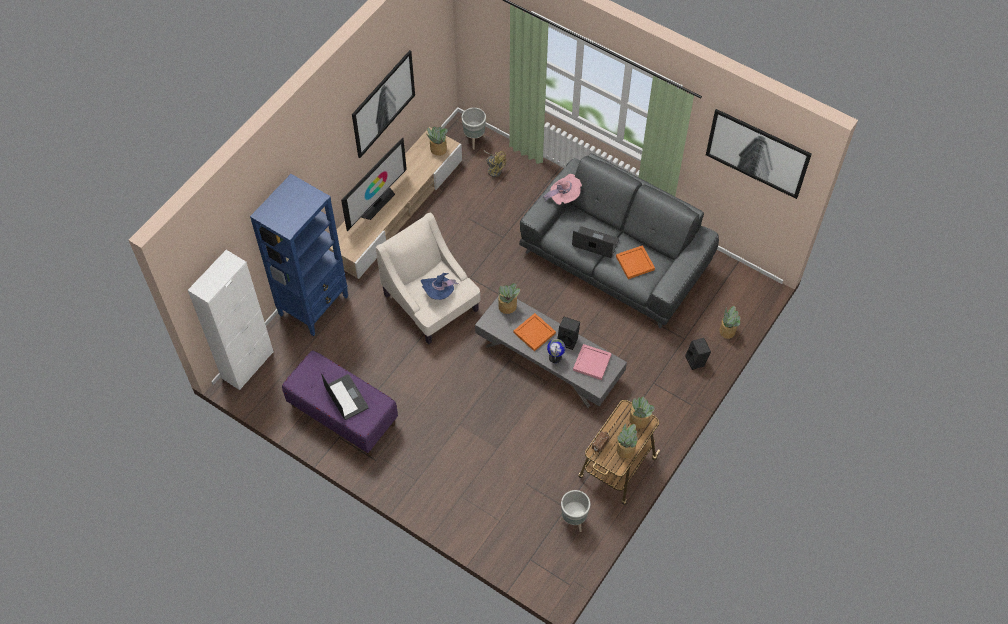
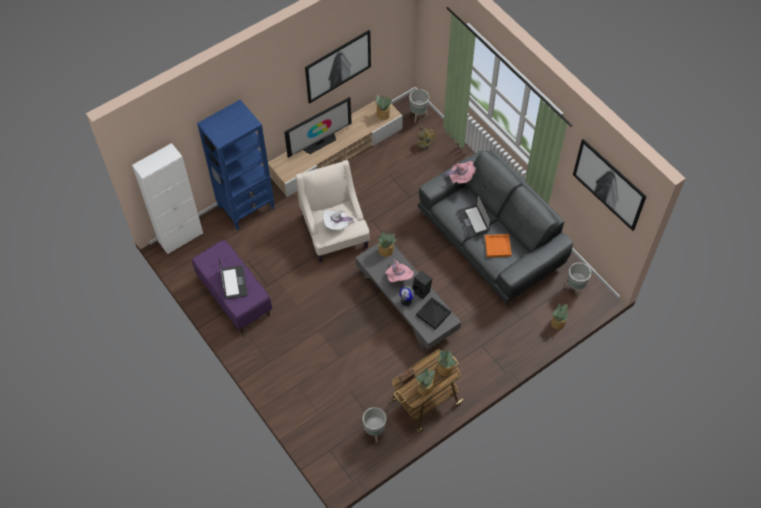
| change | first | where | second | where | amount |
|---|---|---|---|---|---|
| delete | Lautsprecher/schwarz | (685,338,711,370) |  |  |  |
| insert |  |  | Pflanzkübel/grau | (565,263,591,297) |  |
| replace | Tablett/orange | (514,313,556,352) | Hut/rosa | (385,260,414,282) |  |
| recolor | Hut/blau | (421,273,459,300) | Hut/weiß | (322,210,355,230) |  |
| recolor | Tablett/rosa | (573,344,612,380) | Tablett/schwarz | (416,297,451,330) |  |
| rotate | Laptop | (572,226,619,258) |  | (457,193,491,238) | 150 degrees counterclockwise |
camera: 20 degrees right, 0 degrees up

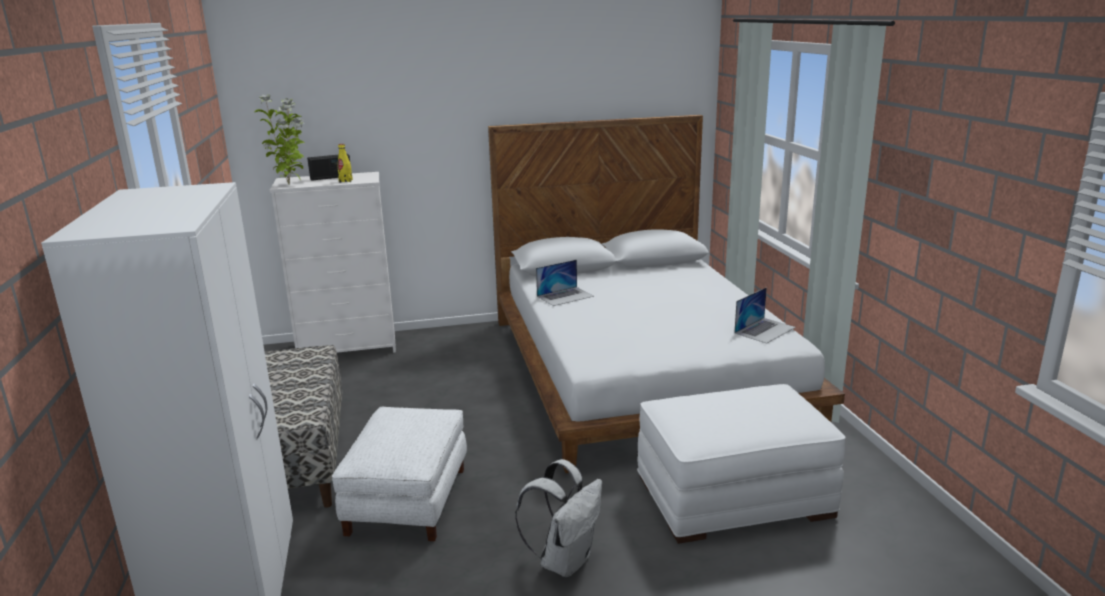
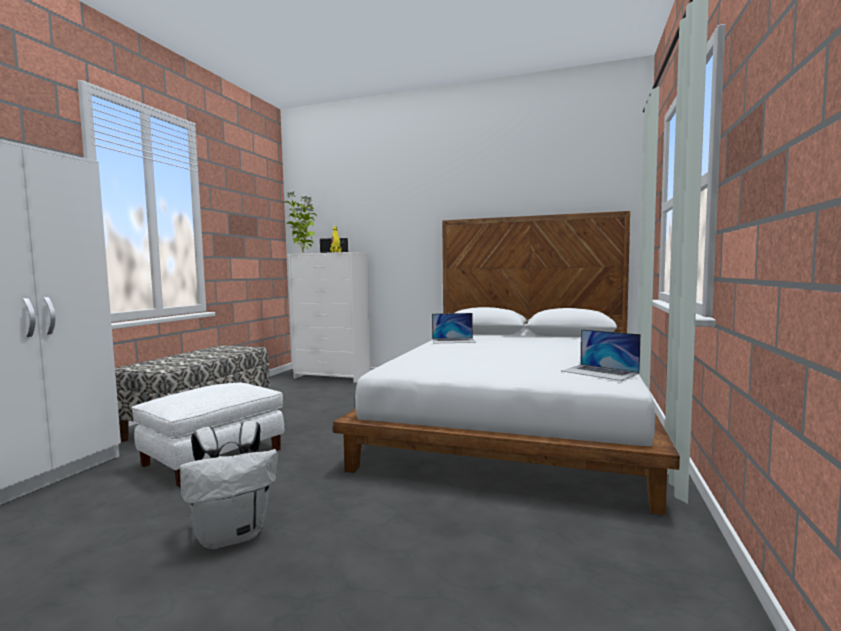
| change | first | where | second | where | amount |
|---|---|---|---|---|---|
| delete | Polsterhocker/weiß | (637,384,846,544) |  |  |  |
| rotate | Laptop | (734,287,796,344) |  | (561,329,641,381) | 60 degrees clockwise |
camera: 30 degrees right, 15 degrees down

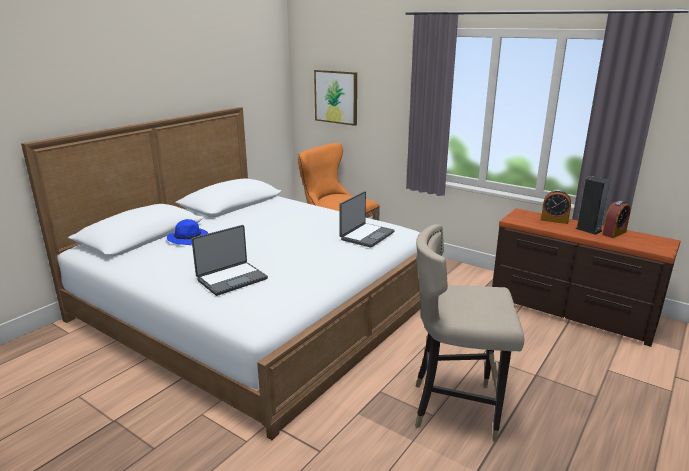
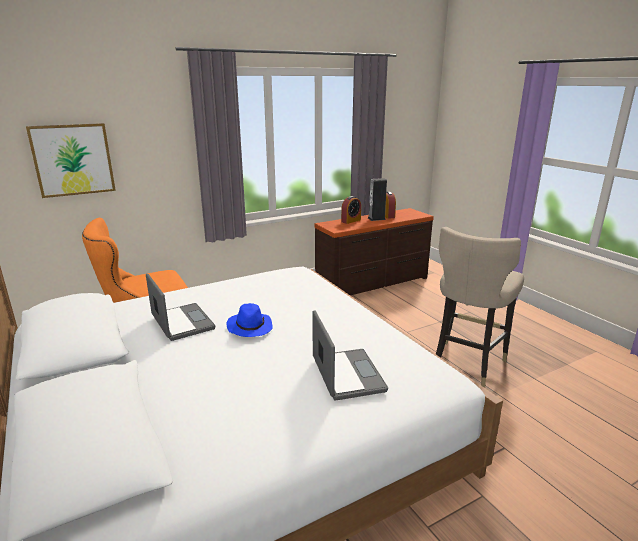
| change | first | where | second | where | amount |
|---|---|---|---|---|---|
| move | Hut/blau | (167,219,208,245) |  | (227,303,273,337) |  |
| move | Laptop | (339,191,395,248) |  | (146,274,215,341) |  |
camera: 65 degrees left, 0 degrees up

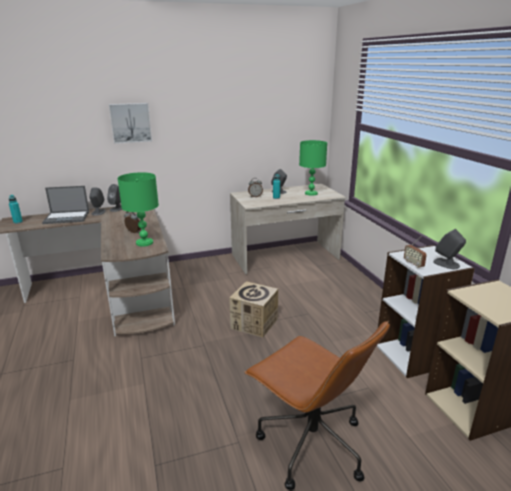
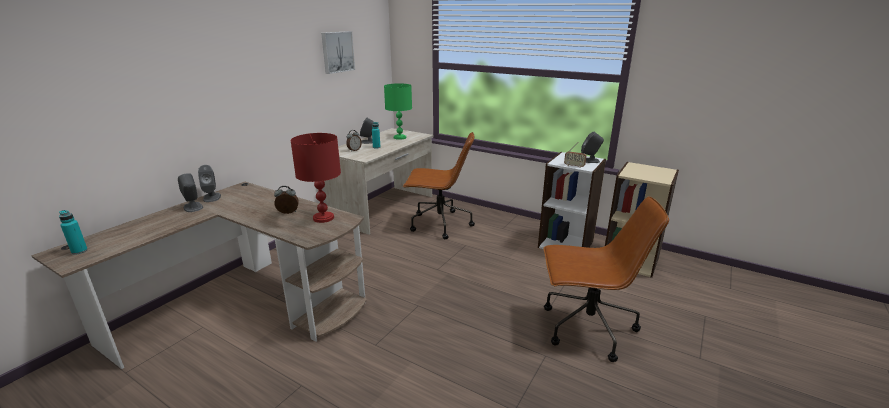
| change | first | where | second | where | amount |
|---|---|---|---|---|---|
| delete | Laptop | (42,186,89,224) |  |  |  |
| delete | Karton | (229,281,278,338) |  |  |  |
| insert |  |  | Bürostuhl/braun | (403,132,475,239) |  |
| move | Bild | (109,103,152,144) |  | (321,31,355,74) |  |
| recolor | Tischlampe/grün | (118,172,159,247) | Tischlampe/rot | (291,133,341,223) |  |
camera: 40 degrees left, 0 degrees up

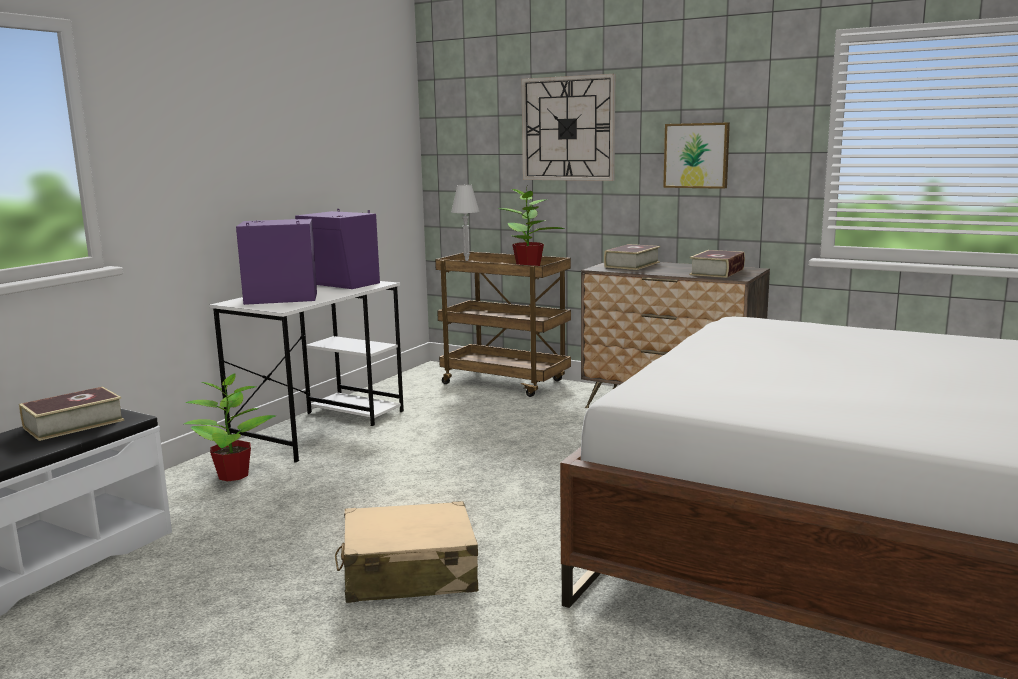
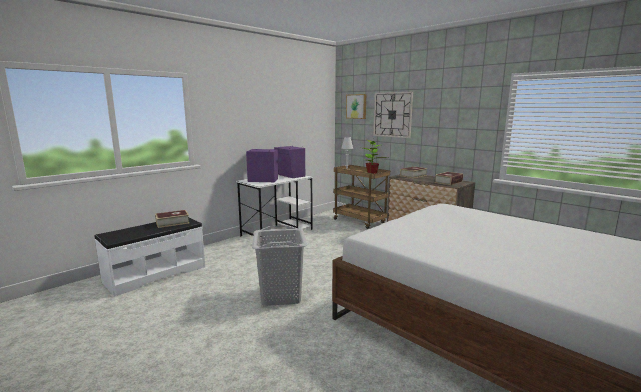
| change | first | where | second | where | amount |
|---|---|---|---|---|---|
| delete | Topfpflanze | (184,373,276,481) |  |  |  |
| move | Bild | (663,123,730,189) |  | (346,94,366,119) |  |
| replace | Koffer/beige | (335,501,478,603) | Wäschekorb/grau | (252,225,307,306) |  |
camera: 15 degrees right, 0 degrees up

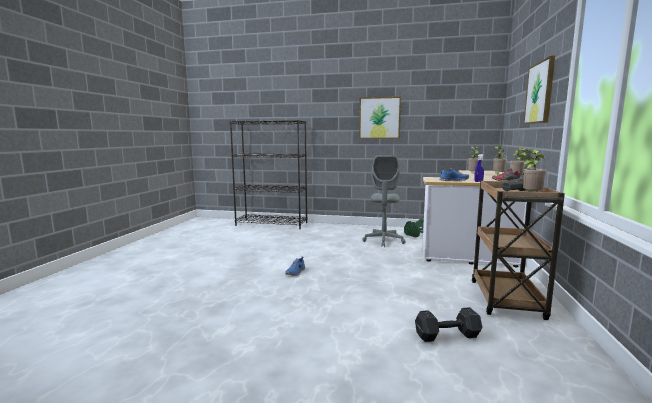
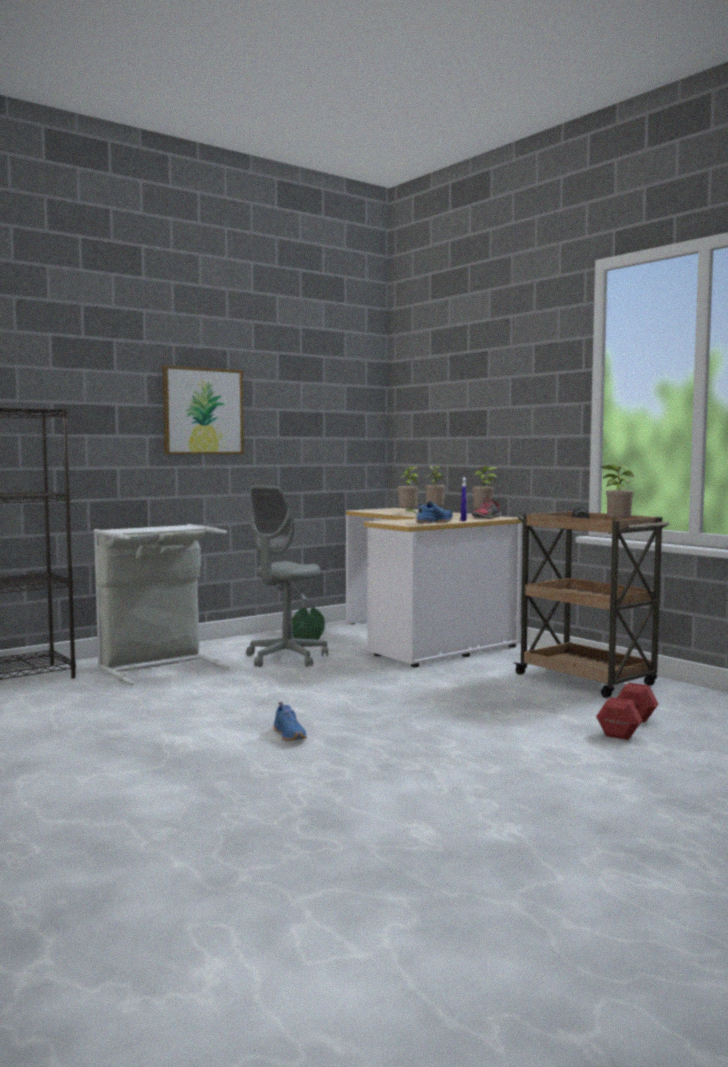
| change | first | where | second | where | amount |
|---|---|---|---|---|---|
| delete | Bild | (523,55,555,124) |  |  |  |
| insert |  |  | Wäschekorb/grau | (94,524,230,685) |  |
| recolor | Hantel/schwarz | (415,307,483,342) | Hantel/rot | (596,683,658,740) |  |
| rotate | Bürostuhl/grau | (363,155,406,247) |  | (246,485,328,667) | 75 degrees clockwise |
camera: 50 degrees left, 5 degrees down

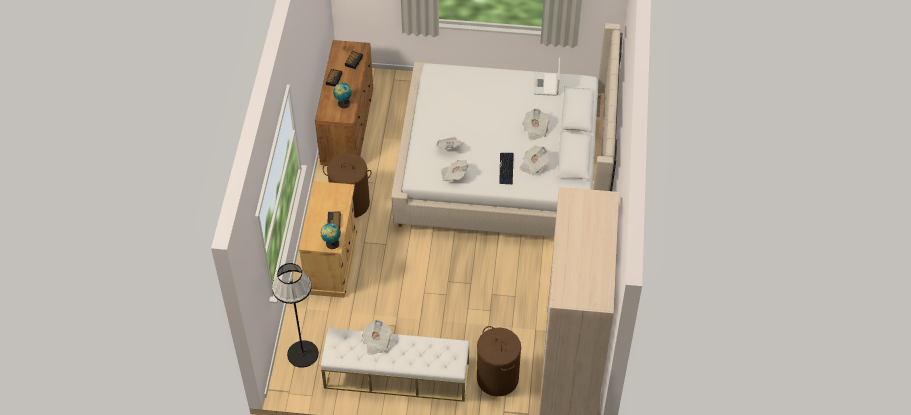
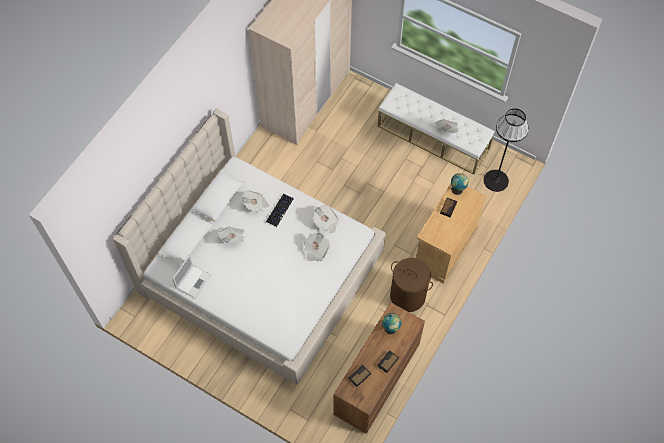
| change | first | where | second | where | amount |
|---|---|---|---|---|---|
| delete | Wäschekorb/braun | (477,326,521,396) |  |  |  |
camera: 155 degrees left, 10 degrees up

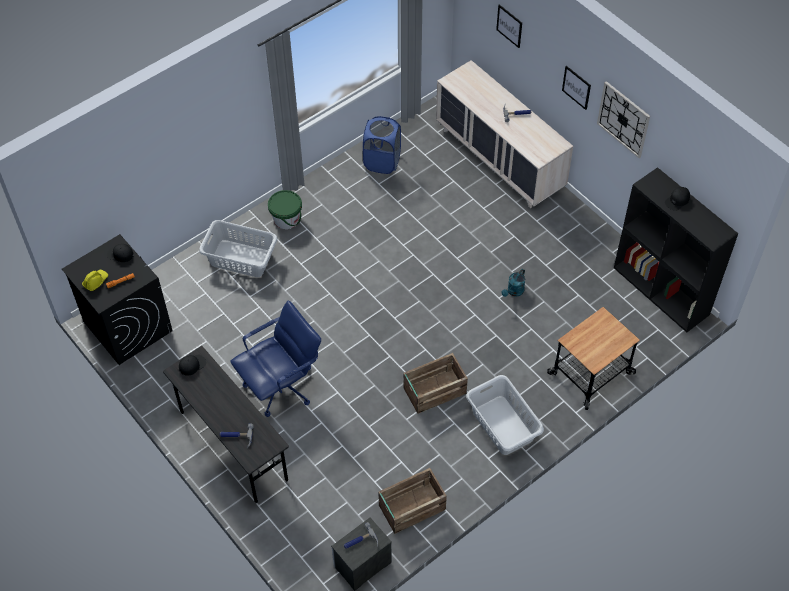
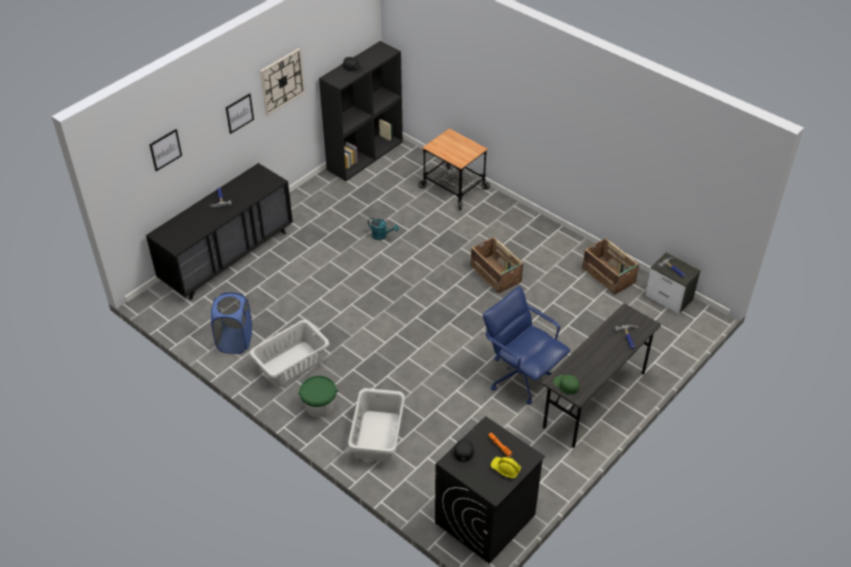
| change | first | where | second | where | amount |
|---|---|---|---|---|---|
| move | Wäschekorb/grau | (466,375,544,455) |  | (250,320,329,387) |  |
| recolor | Kappe/schwarz | (179,355,206,376) | Kappe/grün | (553,375,580,395) |  |
| recolor | Kommode/beige | (436,60,573,208) | Kommode/schwarz | (146,163,293,300) |  |
camera: 100 degrees left, 10 degrees down

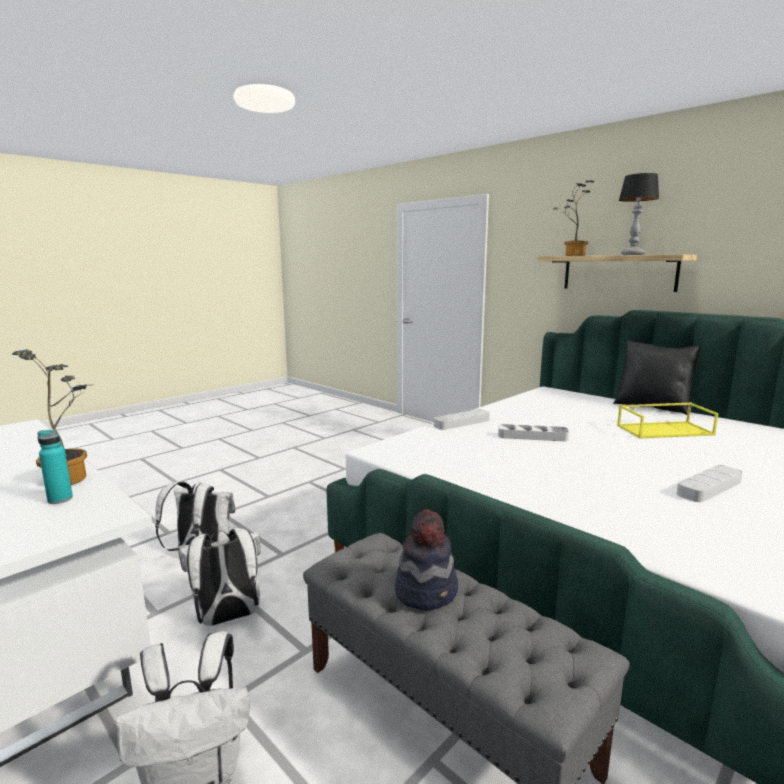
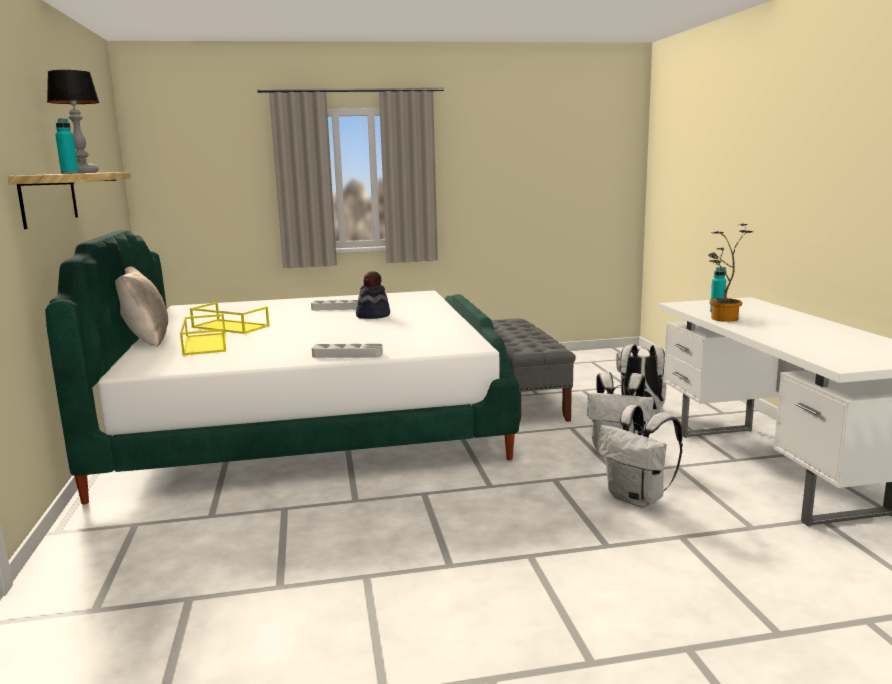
| change | first | where | second | where | amount |
|---|---|---|---|---|---|
| delete | Tablett/grau | (498,424,569,441) |  |  |  |
| insert |  |  | Tablett/gelb | (180,314,226,356) |  |
| move | Hut | (395,509,458,611) |  | (356,271,390,319) |  |
| replace | Topfpflanze | (552,180,595,256) | Flasche/türkis | (55,118,79,174) |  |
| recolor | Kissen/schwarz | (613,340,701,415) | Kissen/beige | (115,266,168,347) |  |
camera: 145 degrees left, 0 degrees up

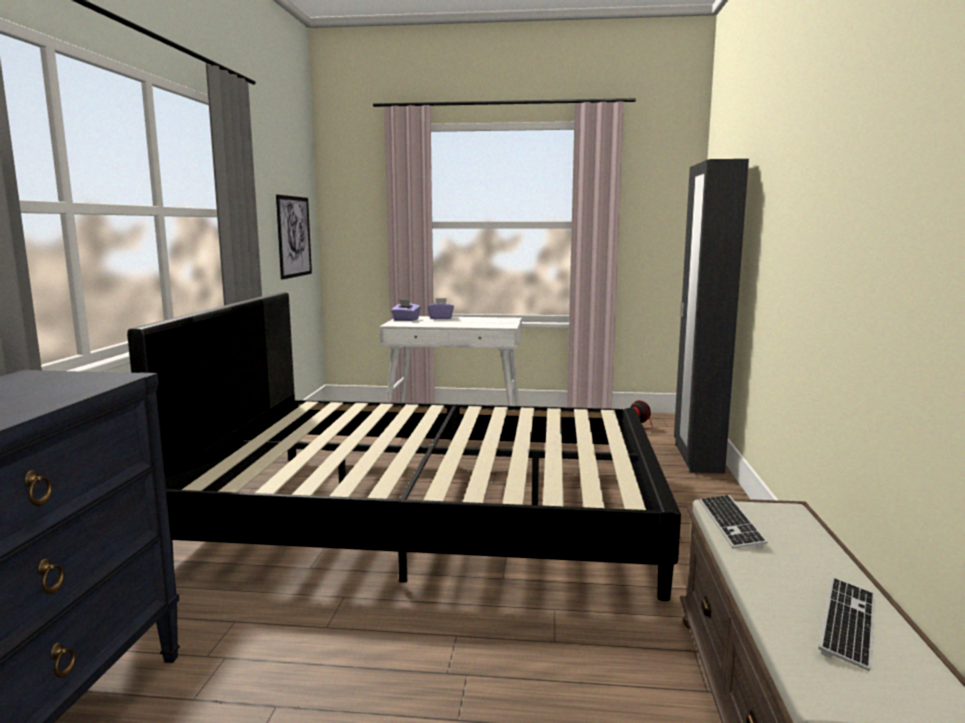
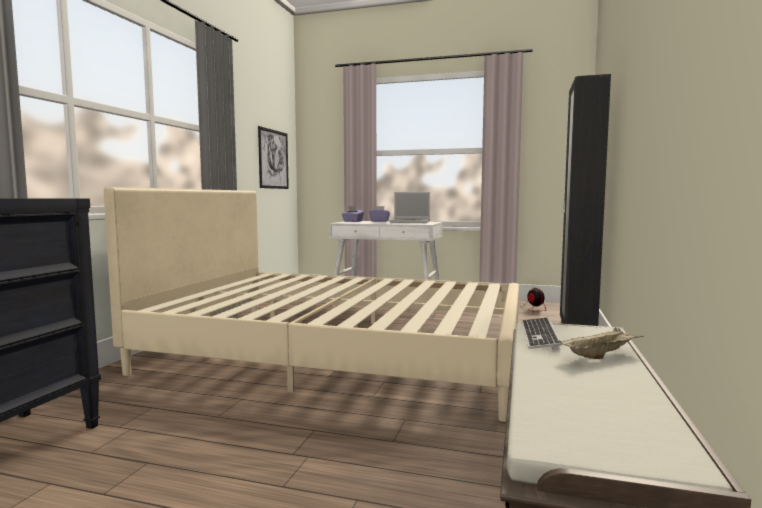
| change | first | where | second | where | amount |
|---|---|---|---|---|---|
| delete | Tastatur | (818,577,875,671) |  |  |  |
| insert |  |  | Laptop | (389,192,430,223) |  |
| insert |  |  | Tablett/beige | (559,327,644,359) |  |
| recolor | Bett/schwarz | (127,292,681,601) | Bett/beige | (104,187,519,422) |  |
camera: 10 degrees right, 5 degrees down

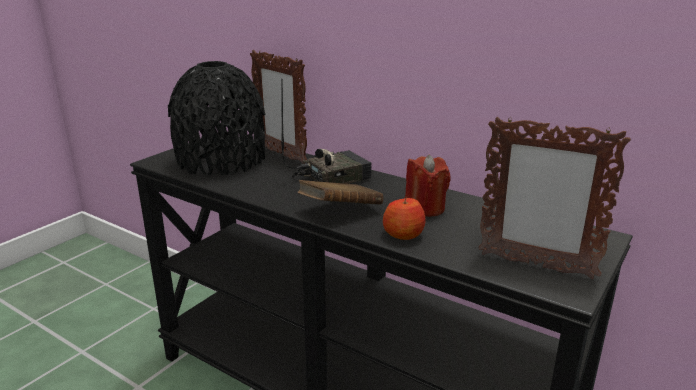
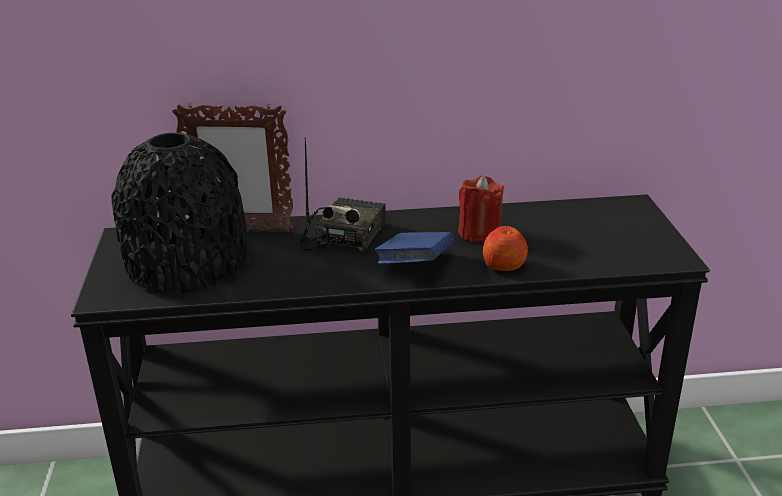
| change | first | where | second | where | amount |
|---|---|---|---|---|---|
| delete | Bilderrahmen | (478,117,631,279) |  |  |  |
| recolor | Buch/braun | (298,180,383,205) | Buch/blau | (375,232,454,264) |  |
camera: 40 degrees left, 5 degrees up

